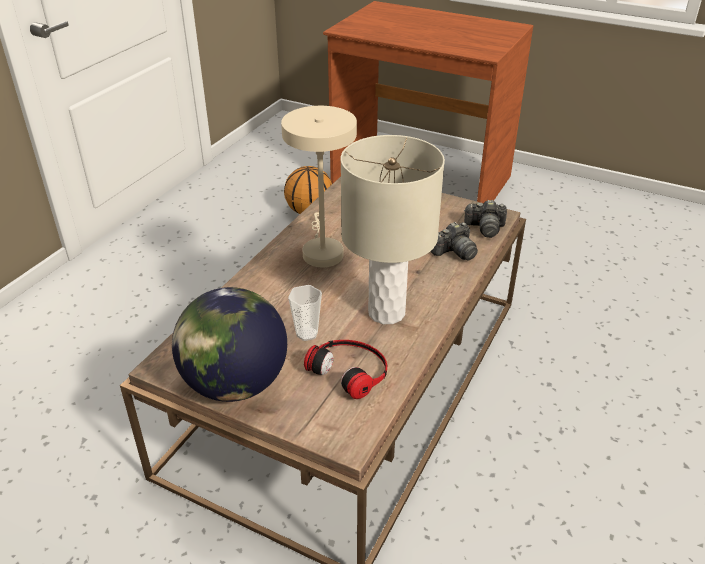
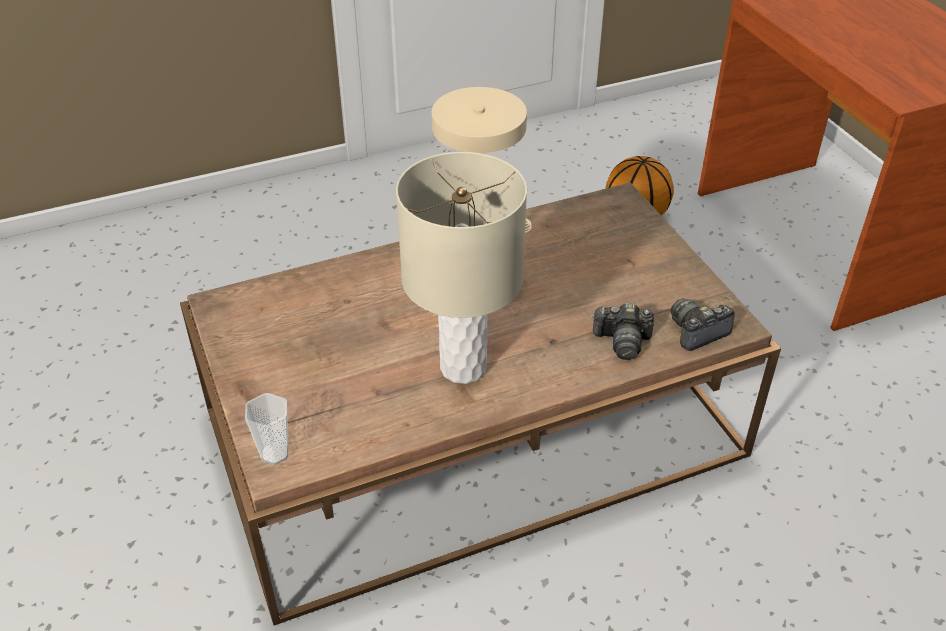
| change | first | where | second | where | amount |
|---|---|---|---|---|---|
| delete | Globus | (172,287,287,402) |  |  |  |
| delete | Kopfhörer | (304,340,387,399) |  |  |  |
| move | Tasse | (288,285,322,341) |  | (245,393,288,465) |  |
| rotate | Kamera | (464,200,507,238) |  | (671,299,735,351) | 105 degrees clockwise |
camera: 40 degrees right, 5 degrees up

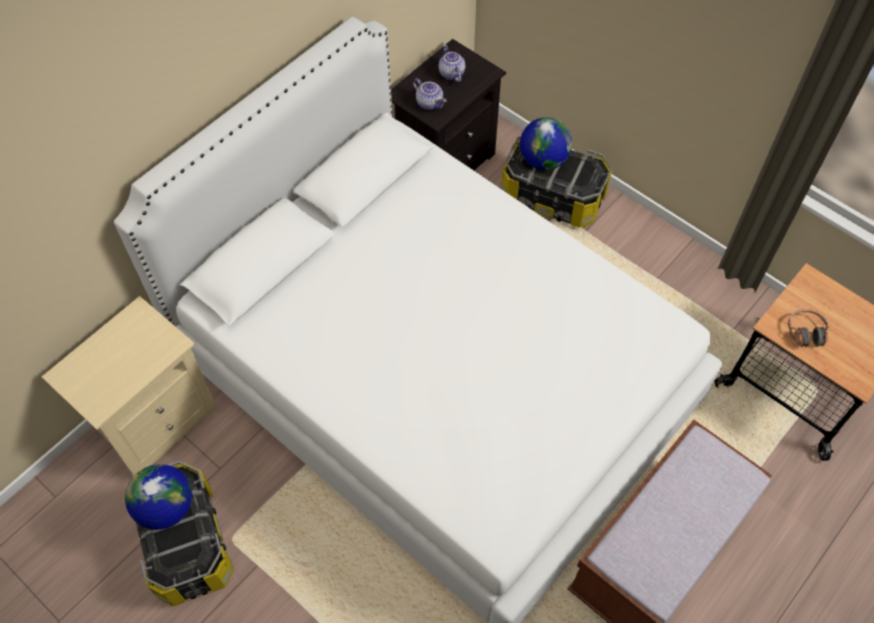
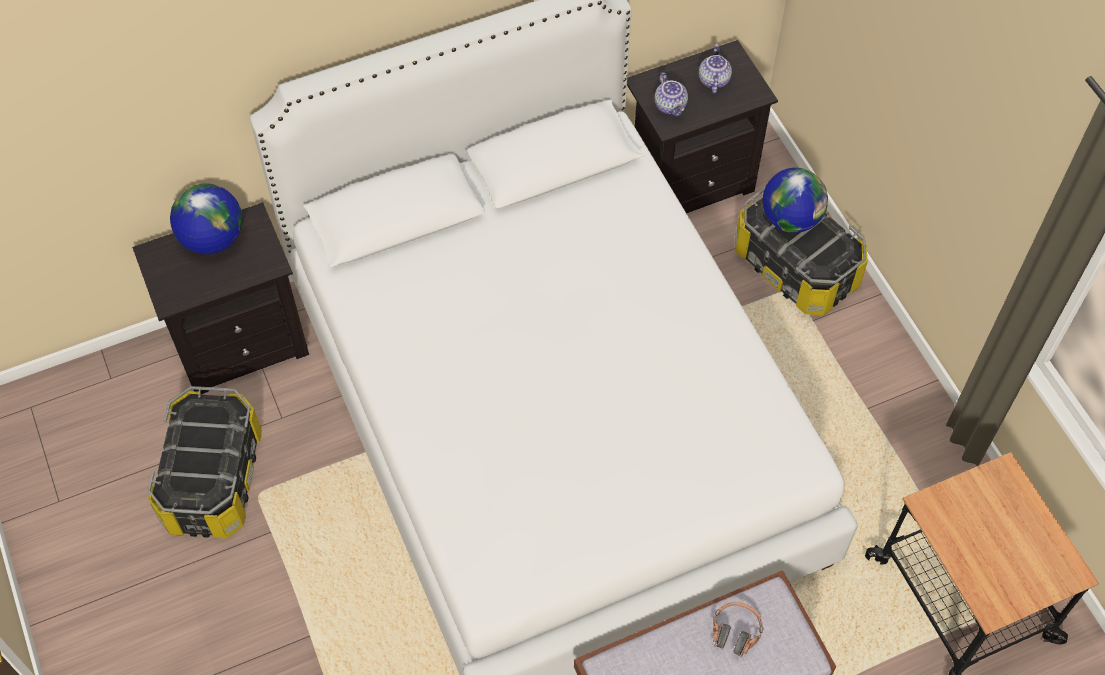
| change | first | where | second | where | amount |
|---|---|---|---|---|---|
| move | Globus | (125,464,192,530) |  | (170,184,242,254) |  |
| move | Kopfhörer | (788,309,830,347) |  | (713,602,763,657) |  |
| recolor | Nachttisch/beige | (42,296,217,476) | Nachttisch/schwarz | (132,202,309,394) |  |
camera: 25 degrees right, 0 degrees up

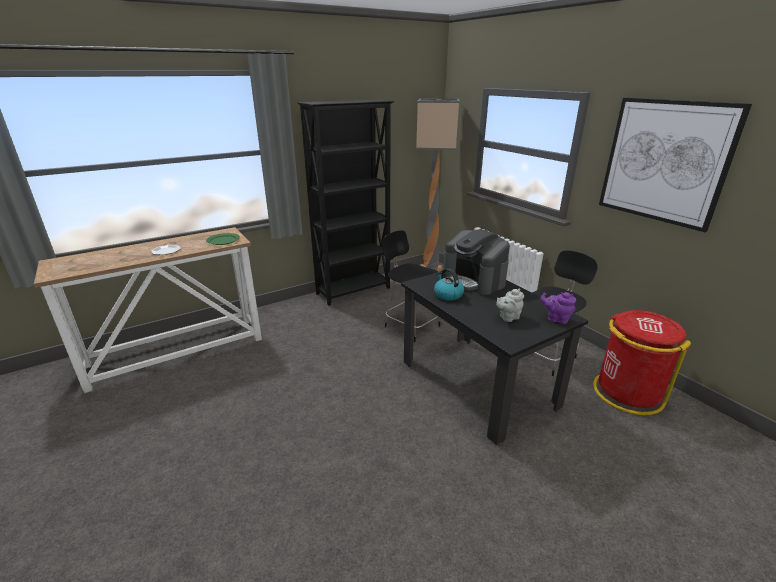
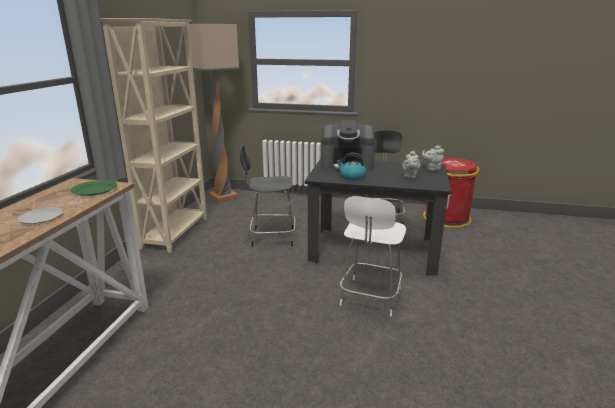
| change | first | where | second | where | amount |
|---|---|---|---|---|---|
| delete | Bild | (599,98,752,232) |  |  |  |
| insert |  |  | Stuhl/weiß | (340,196,406,316) |  |
| recolor | Bücherregal/schwarz | (297,99,394,306) | Bücherregal/beige | (100,18,207,253) |  |
| recolor | Teekanne/lila | (540,292,576,324) | Teekanne/grau | (422,145,444,171) |  |
camera: 45 degrees left, 5 degrees down

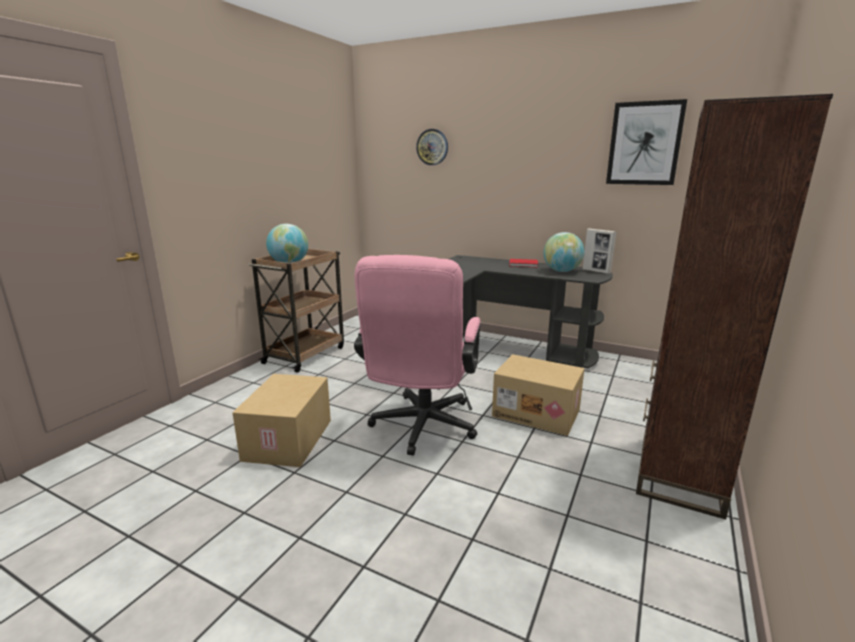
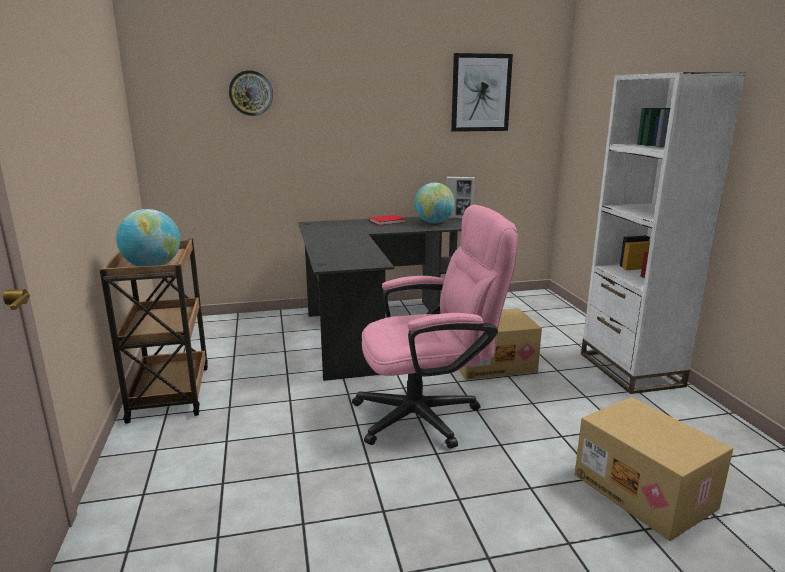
| change | first | where | second | where | amount |
|---|---|---|---|---|---|
| move | Karton | (233,374,331,467) |  | (574,397,733,541) |  |
| recolor | Bücherregal/braun | (636,94,833,520) | Bücherregal/weiß | (581,72,746,394) |  |
| rotate | Bürostuhl/rosa | (354,255,481,455) |  | (352,205,518,449) | 75 degrees counterclockwise |
camera: 40 degrees left, 0 degrees up

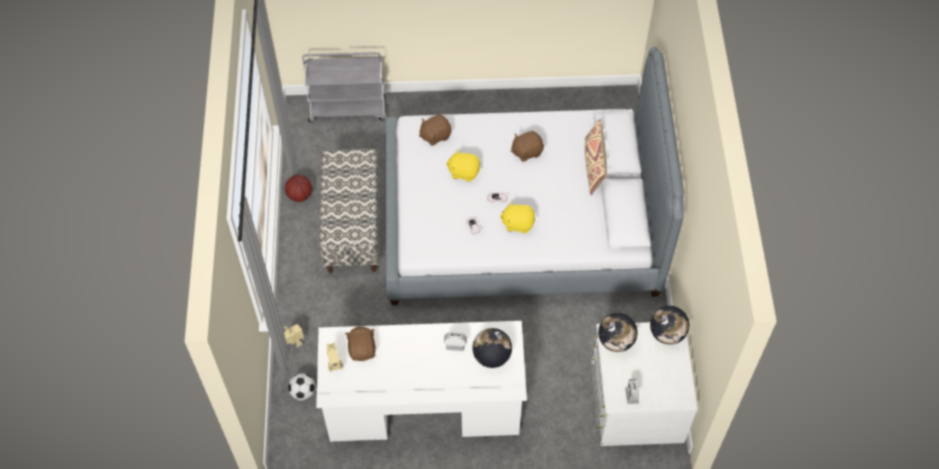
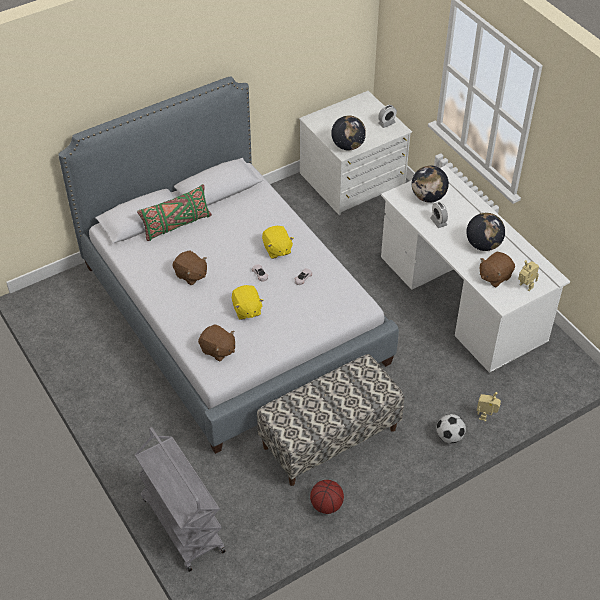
| change | first | where | second | where | amount |
|---|---|---|---|---|---|
| move | Fußball | (288,373,316,400) |  | (437,414,466,443) |  |
| move | Globus | (650,306,689,345) |  | (466,213,505,251) |  |
| recolor | Kissen/beige | (585,119,607,195) | Kissen/grün | (137,184,212,241) |  |
camera: 120 degrees left, 10 degrees down

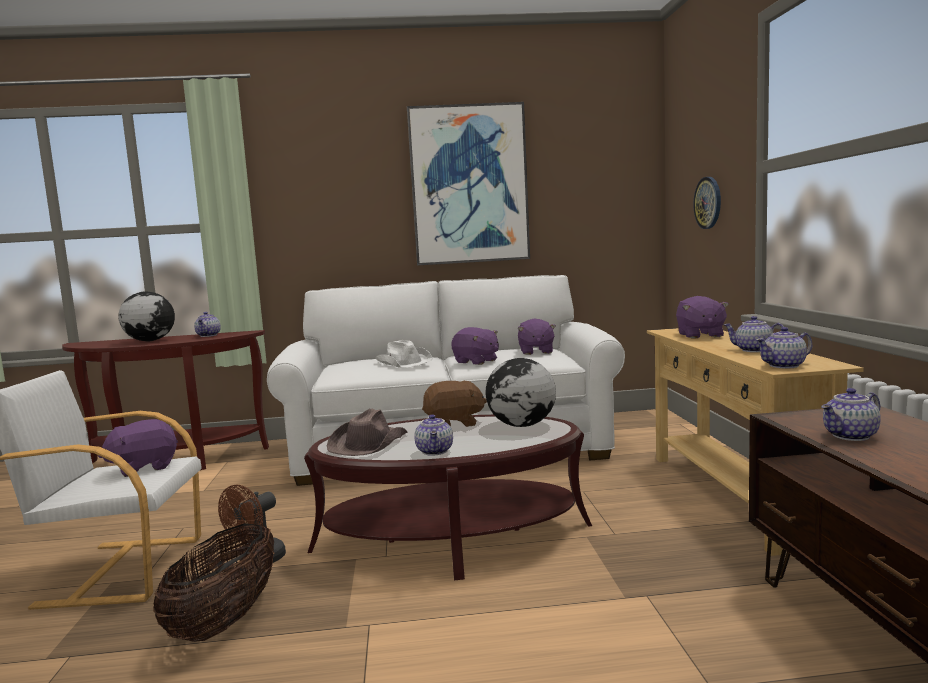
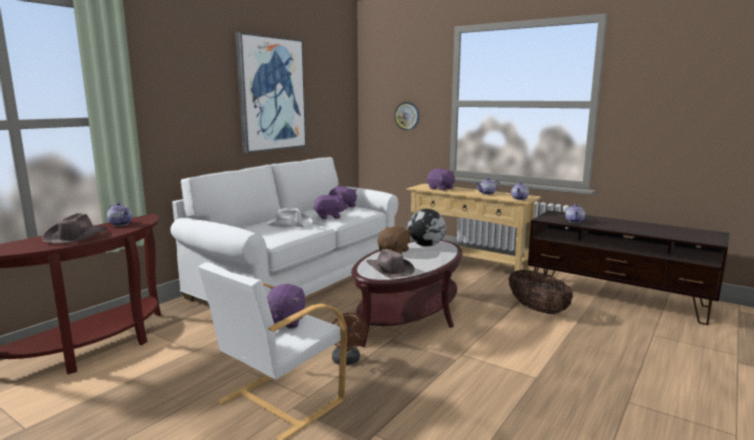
| change | first | where | second | where | amount |
|---|---|---|---|---|---|
| delete | Teekanne | (414,414,453,456) |  |  |  |
| move | Korb | (153,523,274,642) |  | (509,270,573,314) |  |
| replace | Globus | (118,291,175,341) | Hut/braun | (42,213,108,243) |  |
camera: 50 degrees left, 5 degrees up

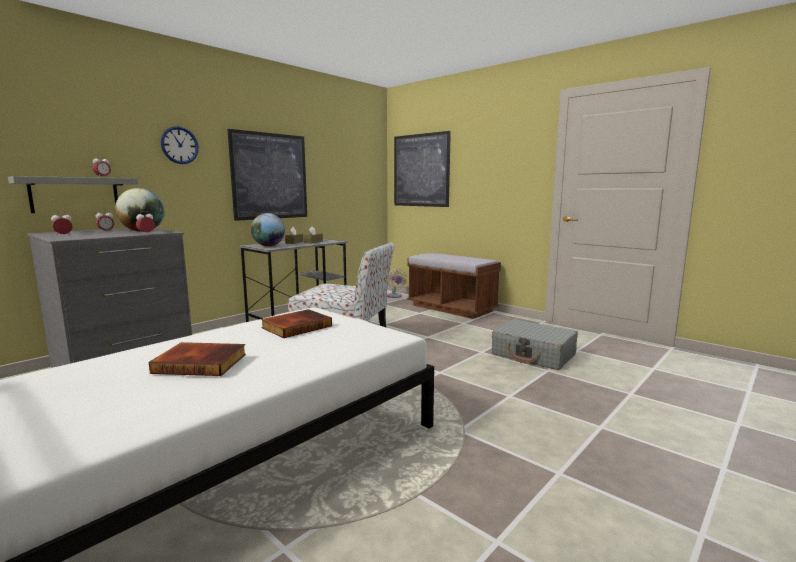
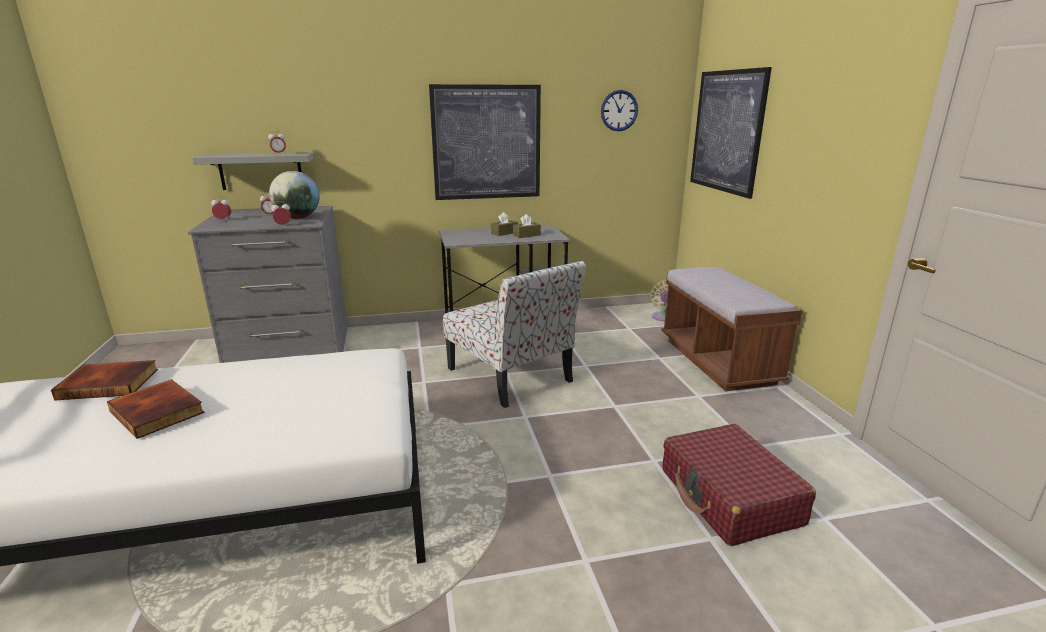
| change | first | where | second | where | amount |
|---|---|---|---|---|---|
| delete | Globus | (251,213,285,246) |  |  |  |
| move | Wanduhr | (161,126,199,164) |  | (601,90,638,131) |  |
| move | Buch | (261,309,332,338) |  | (51,360,158,401) |  |
| recolor | Koffer/grau | (492,319,578,370) | Koffer/rot | (663,424,816,546) |  |
camera: 35 degrees right, 10 degrees up

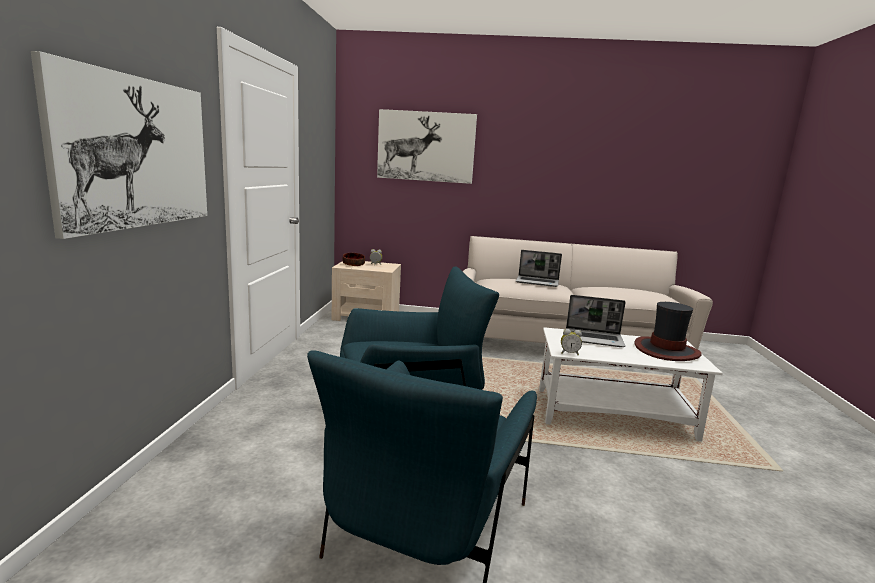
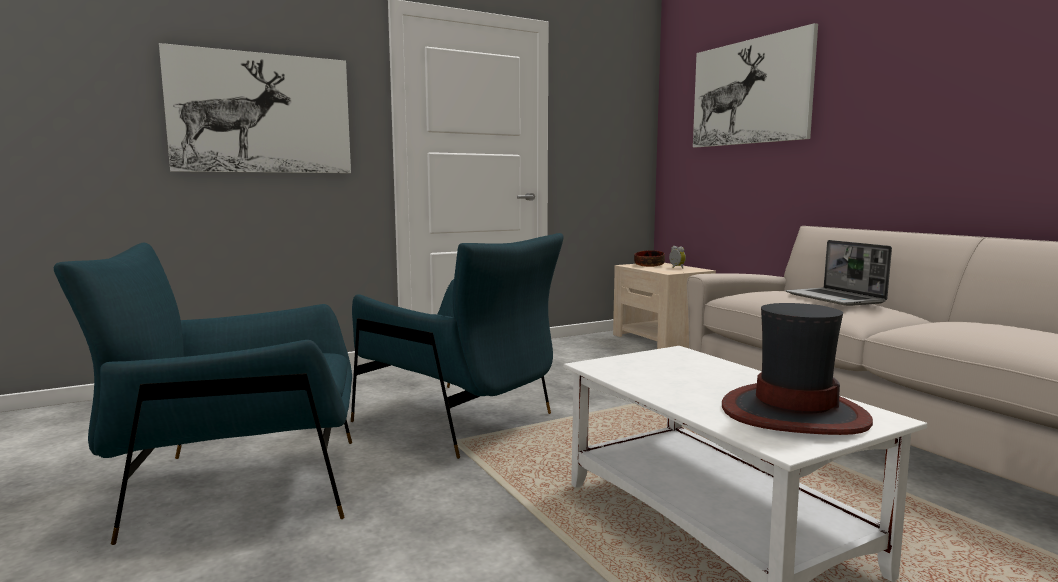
| change | first | where | second | where | amount |
|---|---|---|---|---|---|
| delete | Wecker | (561,329,582,355) |  |  |  |
| delete | Laptop | (566,295,626,347) |  |  |  |
camera: 55 degrees right, 5 degrees down

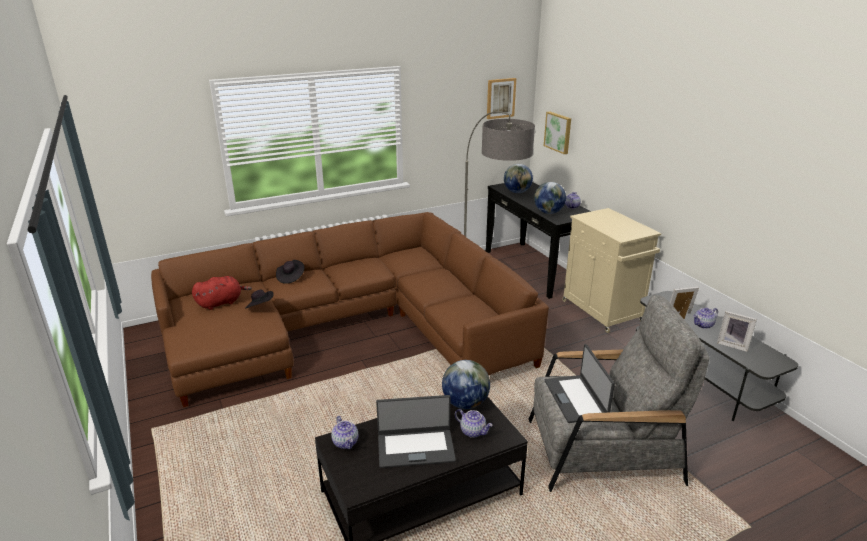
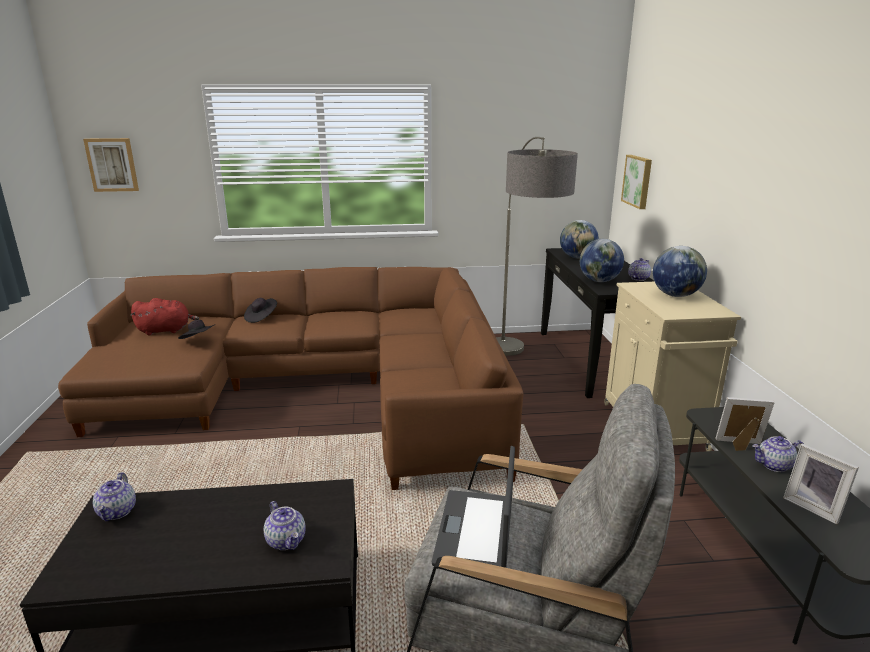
| change | first | where | second | where | amount |
|---|---|---|---|---|---|
| delete | Laptop | (376,395,456,468) |  |  |  |
| move | Globus | (442,360,490,409) |  | (653,246,707,297) |  |
| move | Bild | (487,78,516,119) |  | (83,138,139,192) |  |
camera: 20 degrees right, 5 degrees down

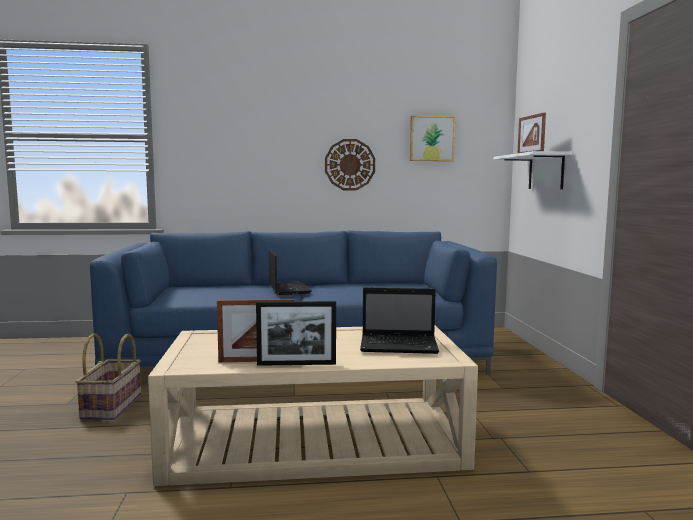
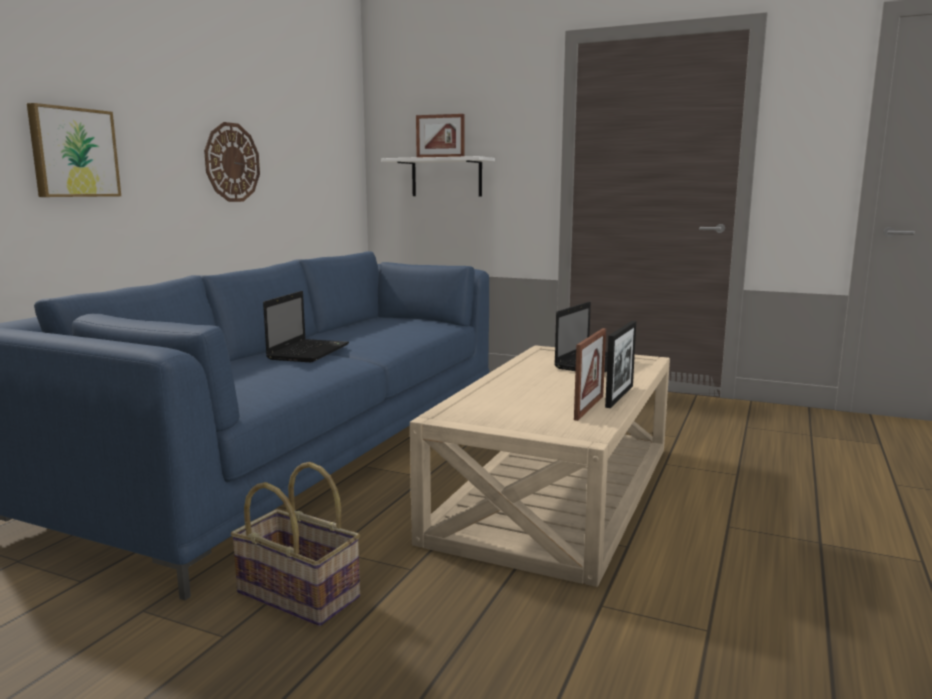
| change | first | where | second | where | amount |
|---|---|---|---|---|---|
| move | Bild | (410,115,455,161) |  | (27,103,121,197) |  |
| rotate | Laptop | (269,249,312,295) |  | (263,291,349,362) | 90 degrees clockwise |
camera: 60 degrees left, 5 degrees up

